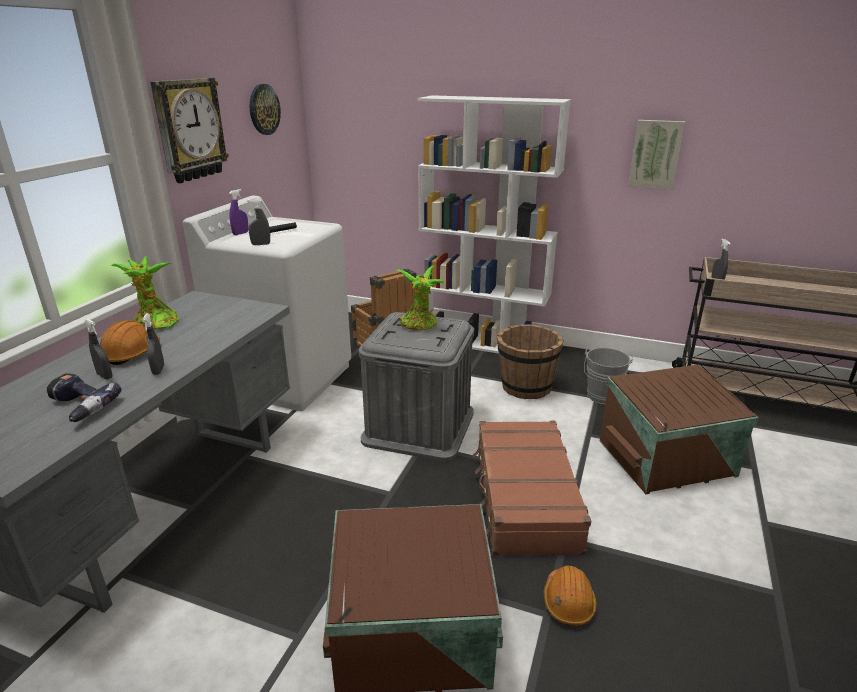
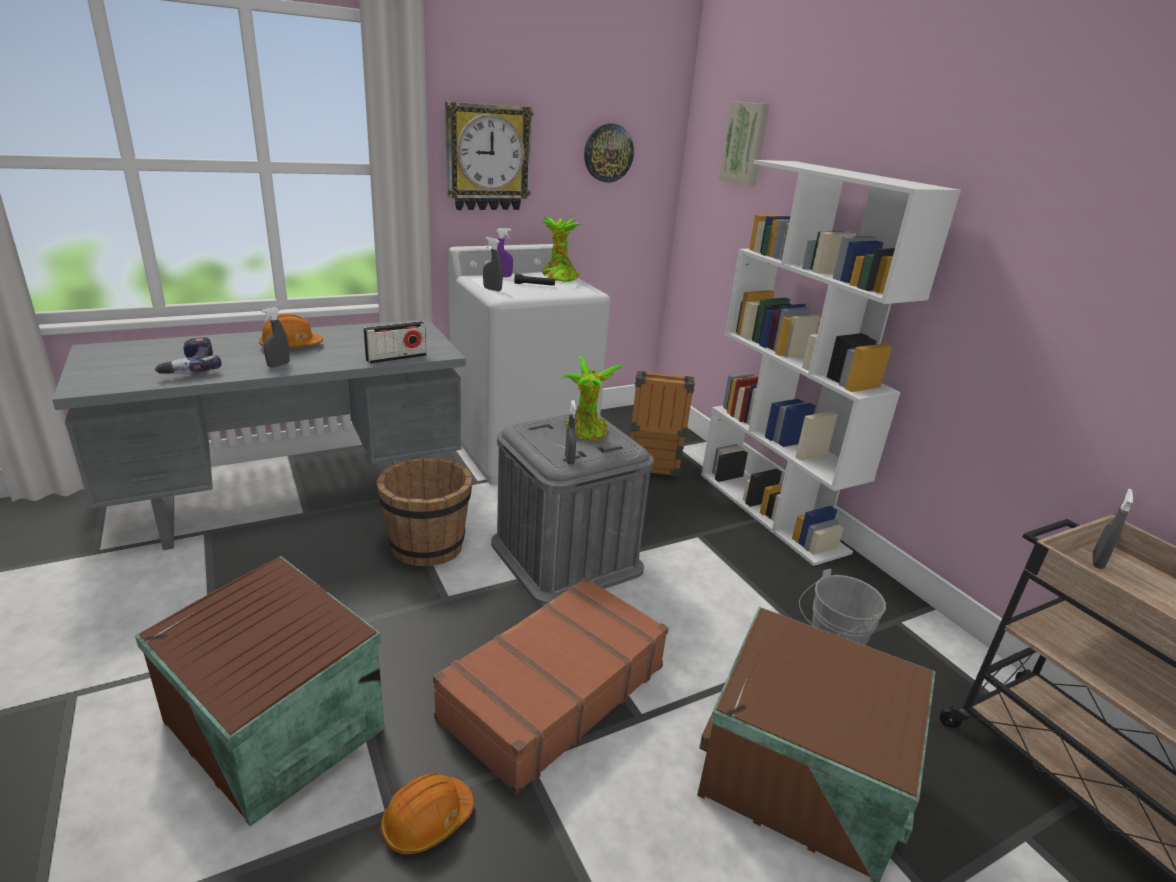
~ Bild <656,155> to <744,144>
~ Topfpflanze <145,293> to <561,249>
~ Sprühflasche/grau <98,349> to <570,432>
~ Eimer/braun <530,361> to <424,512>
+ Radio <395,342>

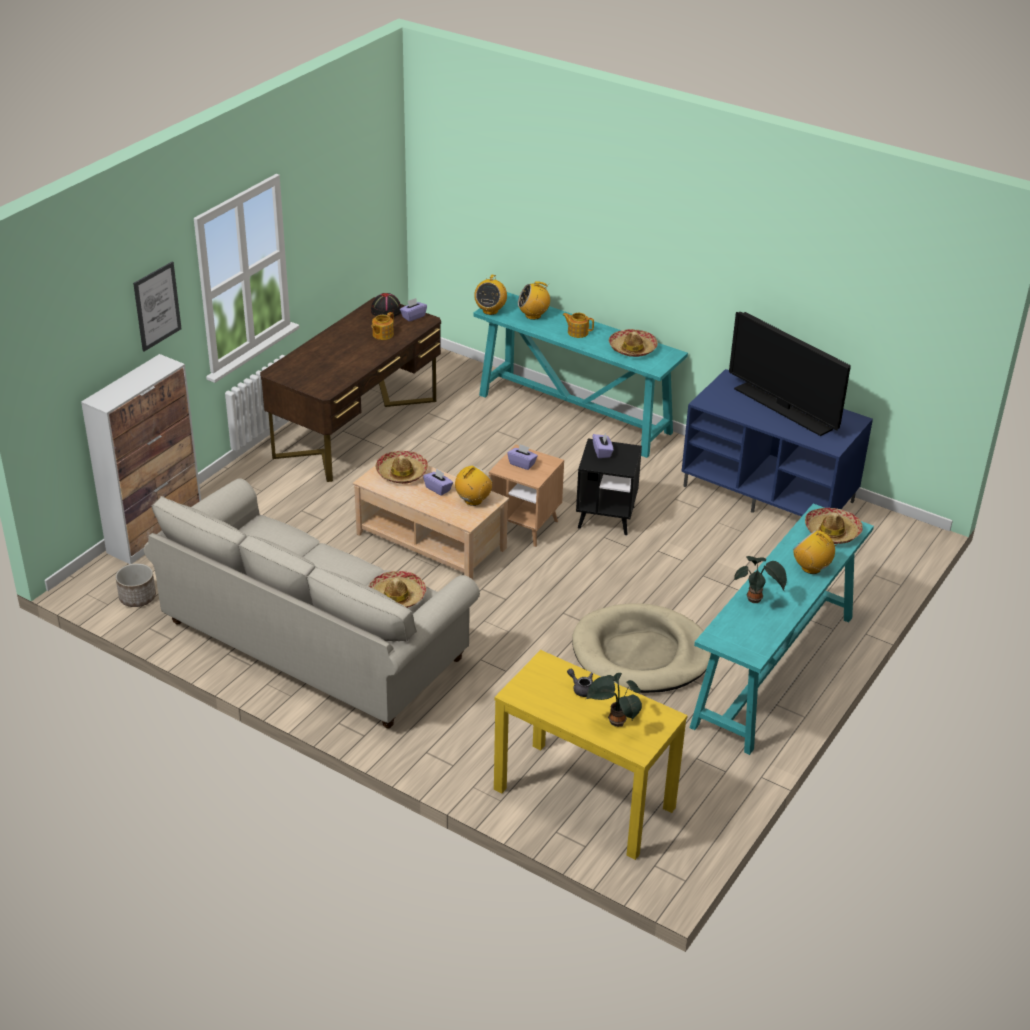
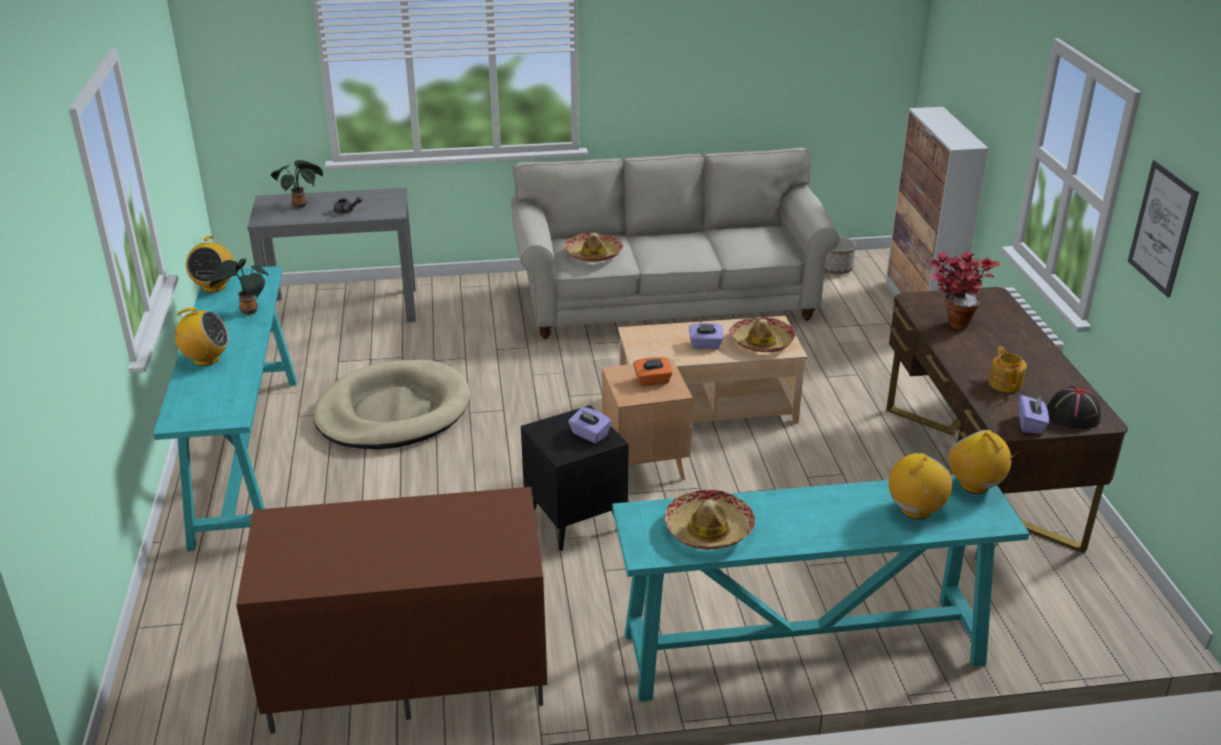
~ Bild <157,306> to <1163,228>
- Fernseher <790,374>
- Teekanne <578,325>
~ Fernsehschrank/blau <777,442> to Fernsehschrank/braun <391,610>
~ Taschentuchbox/lila <522,457> to Taschentuchbox/orange <653,371>
~ Radio <474,485> to <209,264>
- Hut <834,526>
~ Konsolentisch/gelb <591,755> to Konsolentisch/grau <331,260>
+ Topfpflanze <965,290>

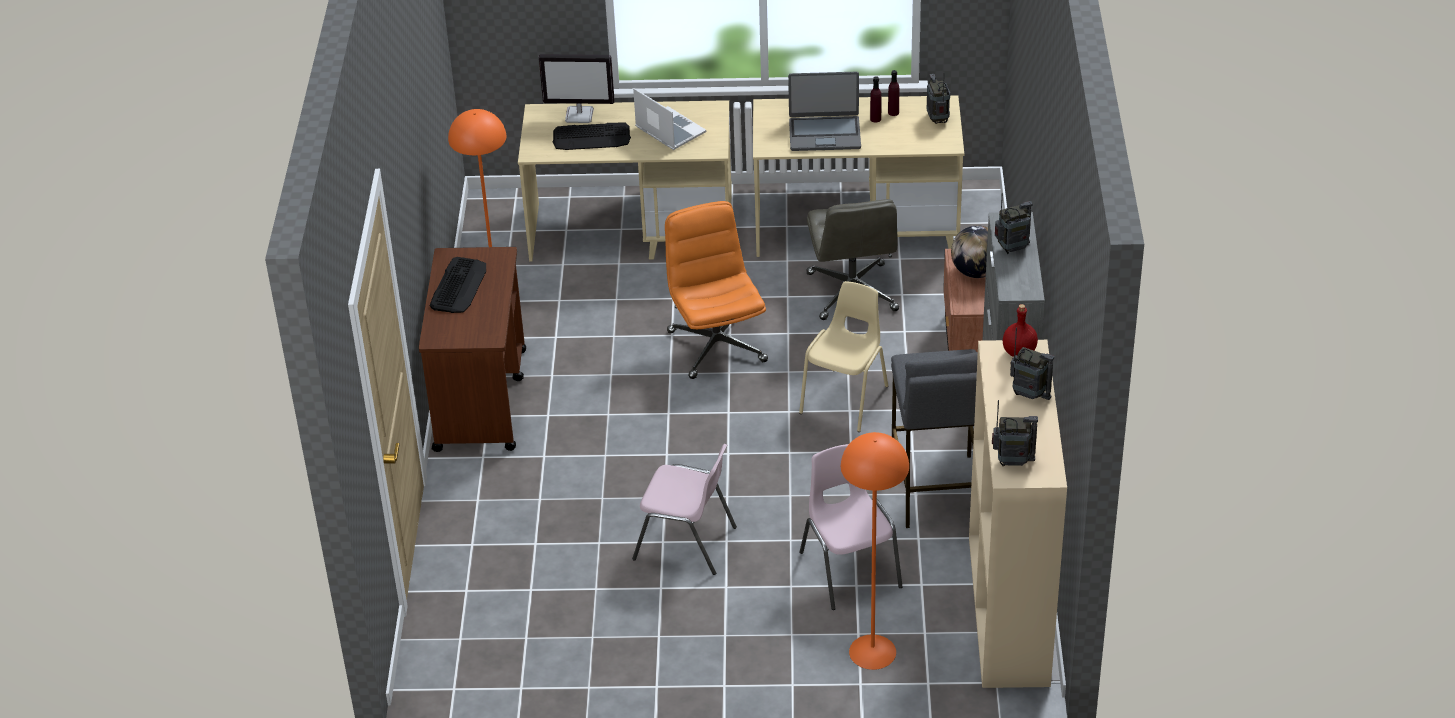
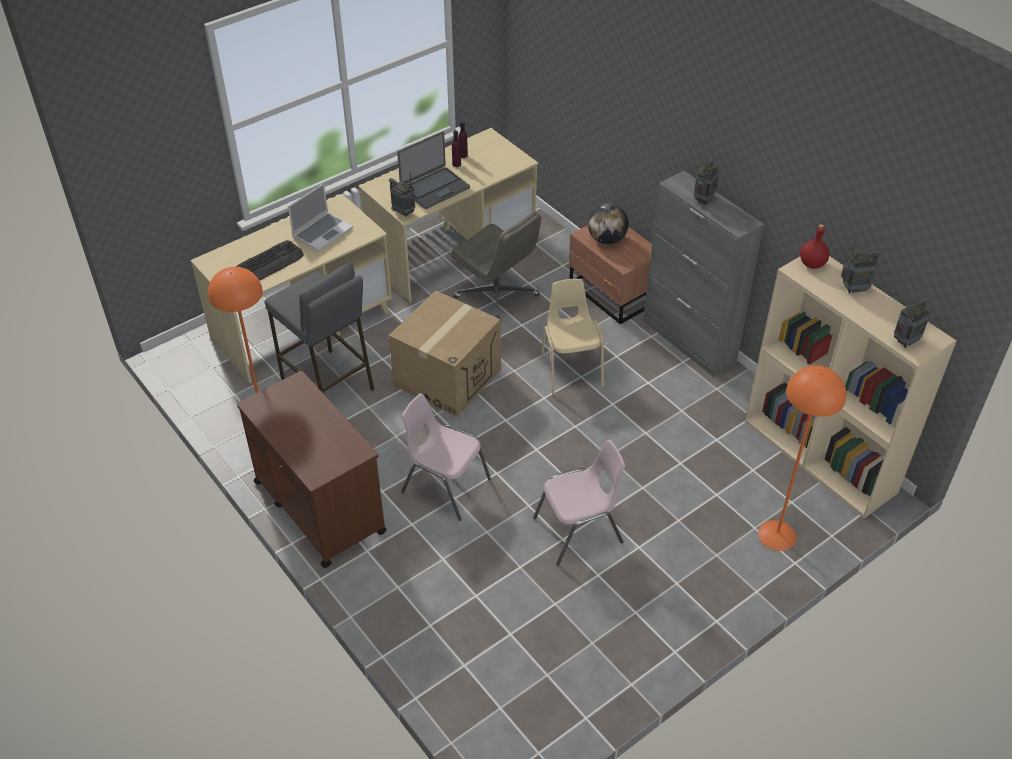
- Monitor <577,88>
~ Radio <938,98> to <402,194>
~ Laptop <669,119> = <320,217> 120 degrees clockwise
~ Bürostuhl/orange <716,290> to Karton <445,354>
- Tastatur <458,285>
~ Hocker/grau <934,438> to <319,328>
~ Stuhl/rosa <851,527> to <446,457>

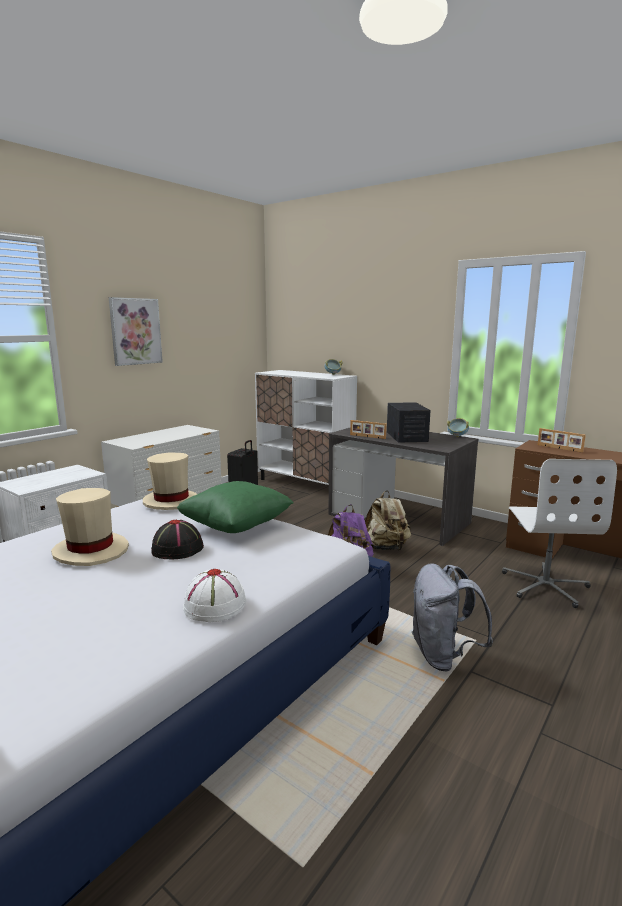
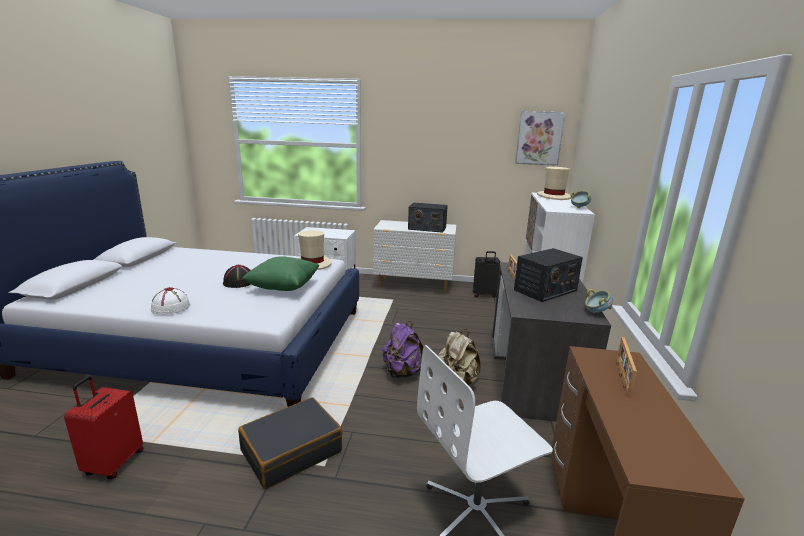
~ Bild <136,331> to <540,138>
~ Hut/beige <90,527> to <554,183>
~ Rucksack/grau <452,617> to Koffer/schwarz <290,443>
+ Radio <428,217>
+ Koffer/rot <103,427>

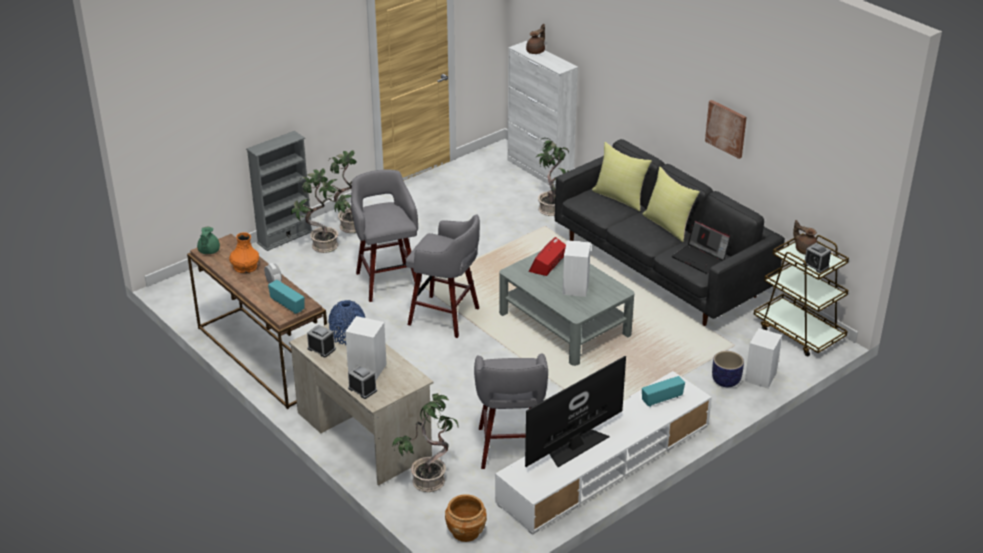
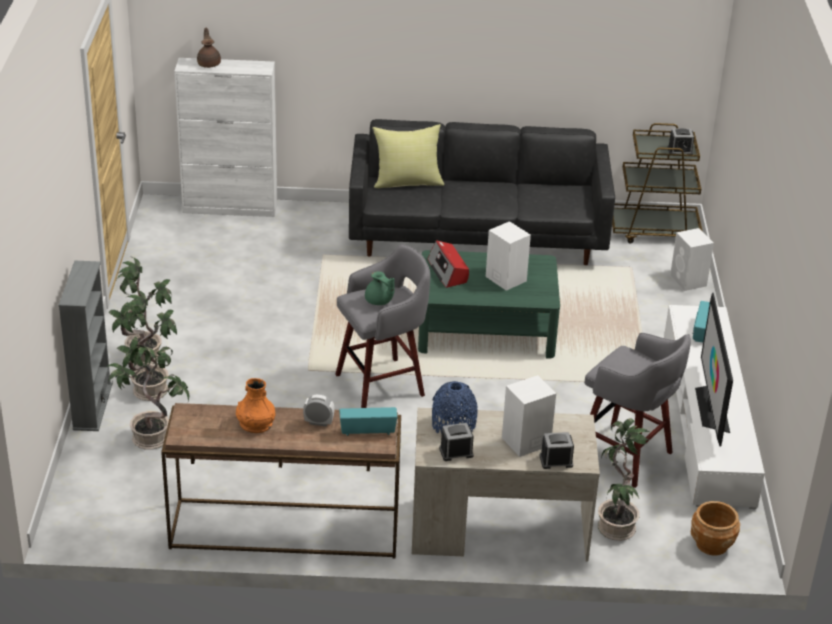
- Bild <726,129>
~ Topfpflanze <552,177> to <148,397>
- Kissen/gelb <671,204>
- Hocker/grau <385,235>
- Laptop <701,247>
- Teekanne/braun <805,237>
~ Teekanne/grün <208,240> to <380,288>
~ Couchtisch/grau <567,308> to Couchtisch/grün <489,304>
- Pflanzkübel <728,369>

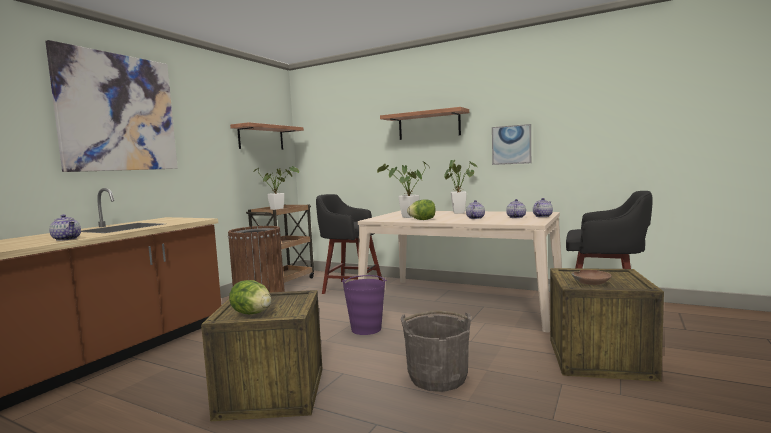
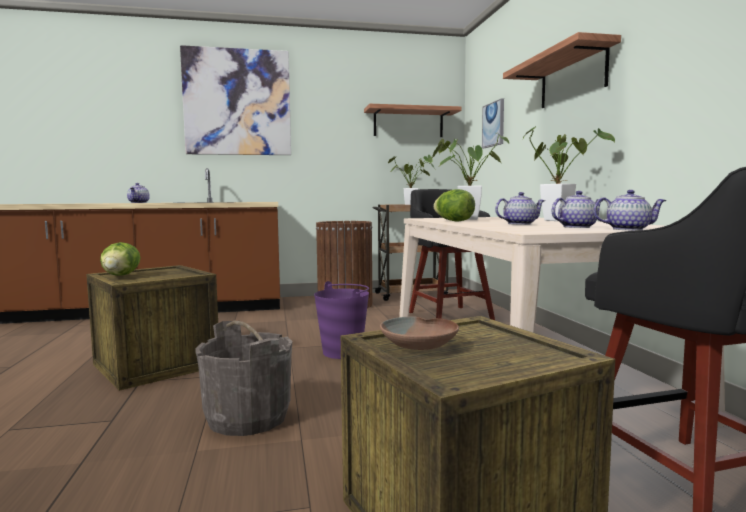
~ Bild <511,144> to <493,123>

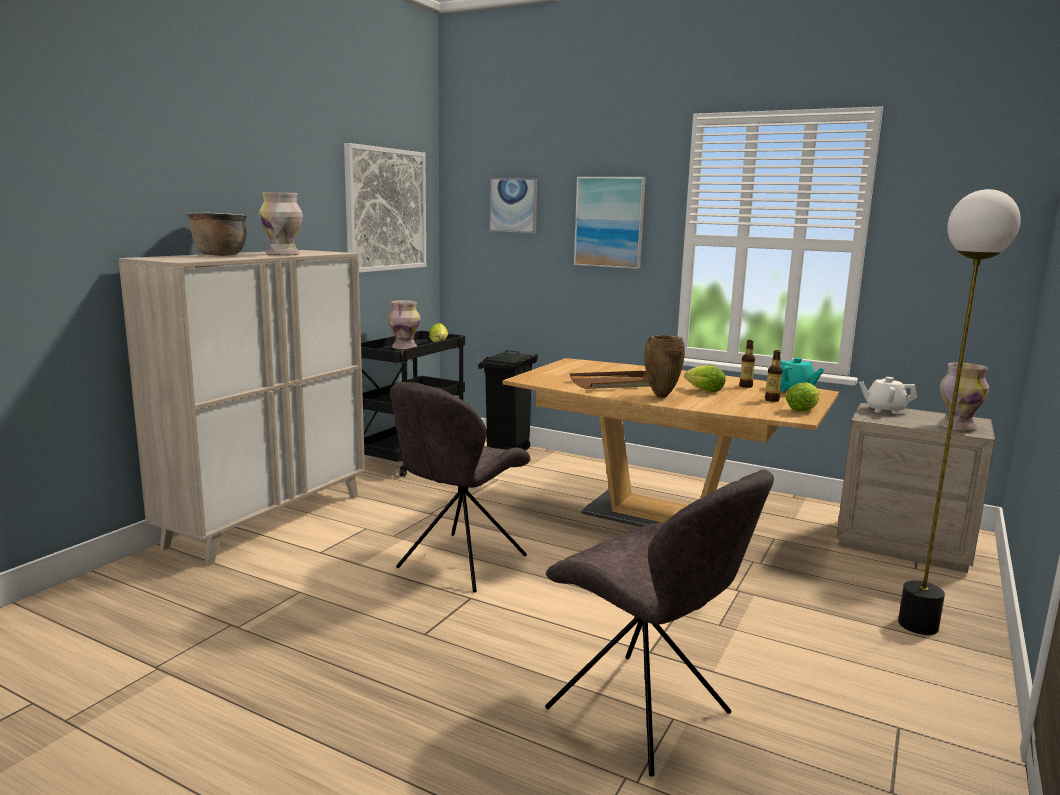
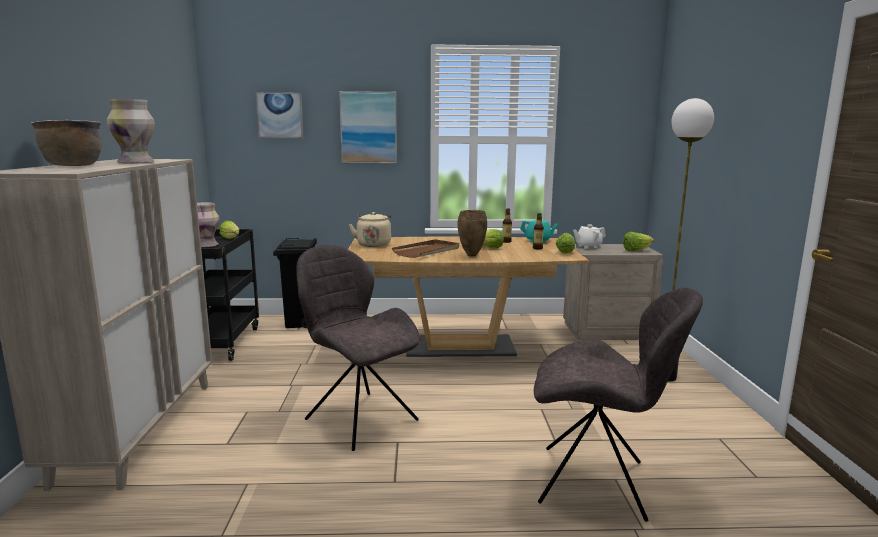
- Bild <385,208>
~ Vase <964,397> to Salatkopf <638,241>
~ Stuhl/grau <460,487> = <358,348> 135 degrees clockwise
+ Wasserkessel/beige <370,229>

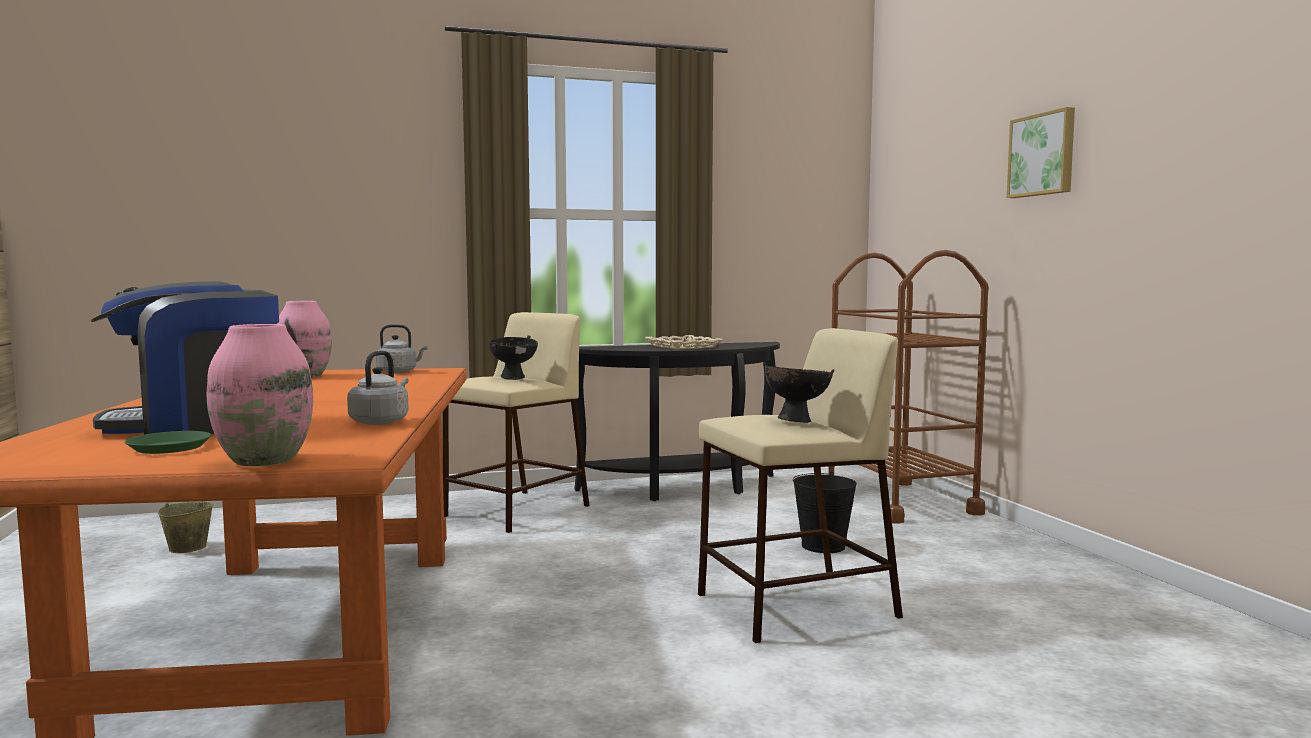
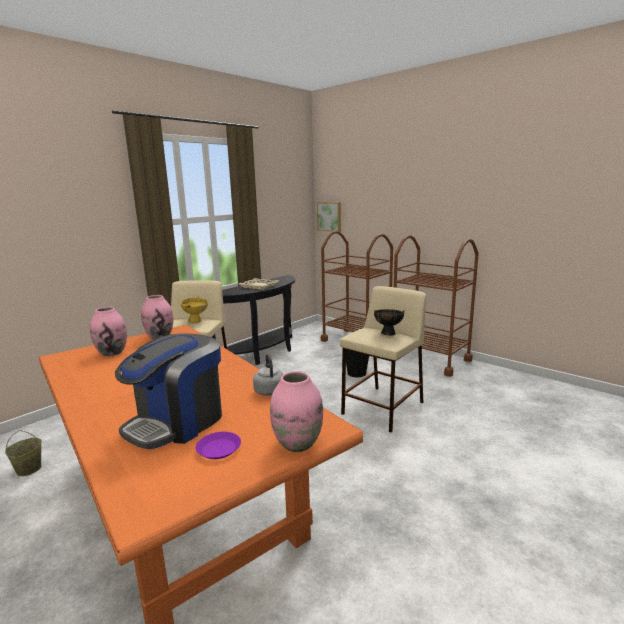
~ Bild <1041,152> to <329,217>
~ Wasserkessel/grau <401,348> to Vase/rosa <157,317>
~ Schüssel/schwarz <513,357> to Schüssel/gelb <194,309>
~ Teller/grün <168,442> to Teller/lila <218,445>
+ Rollwagen/braun <436,306>

